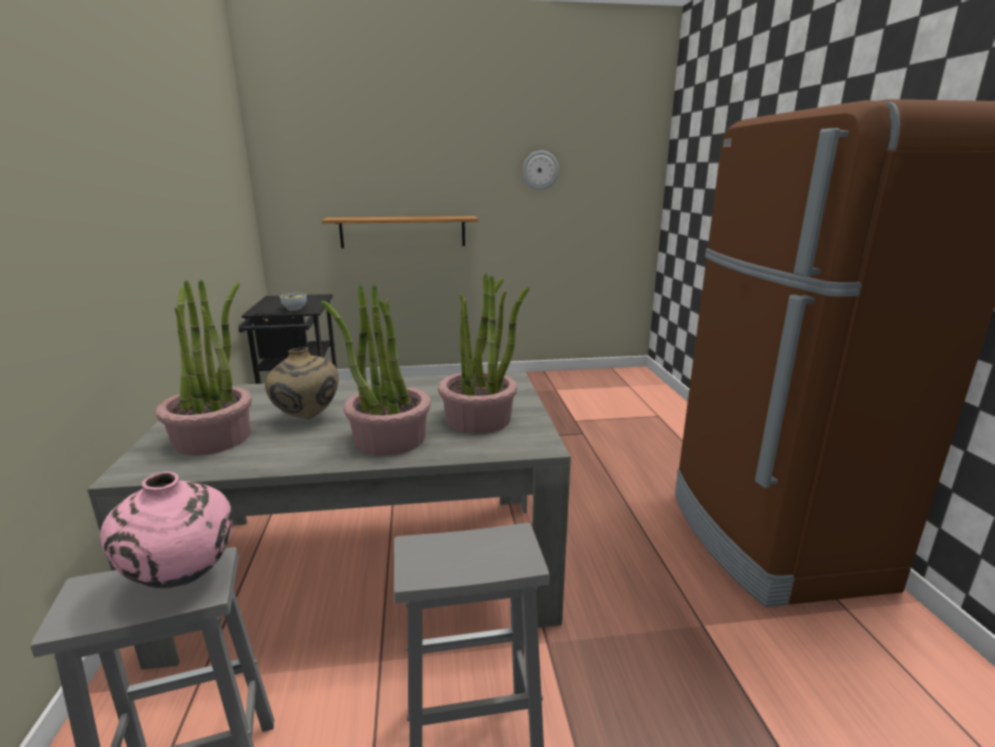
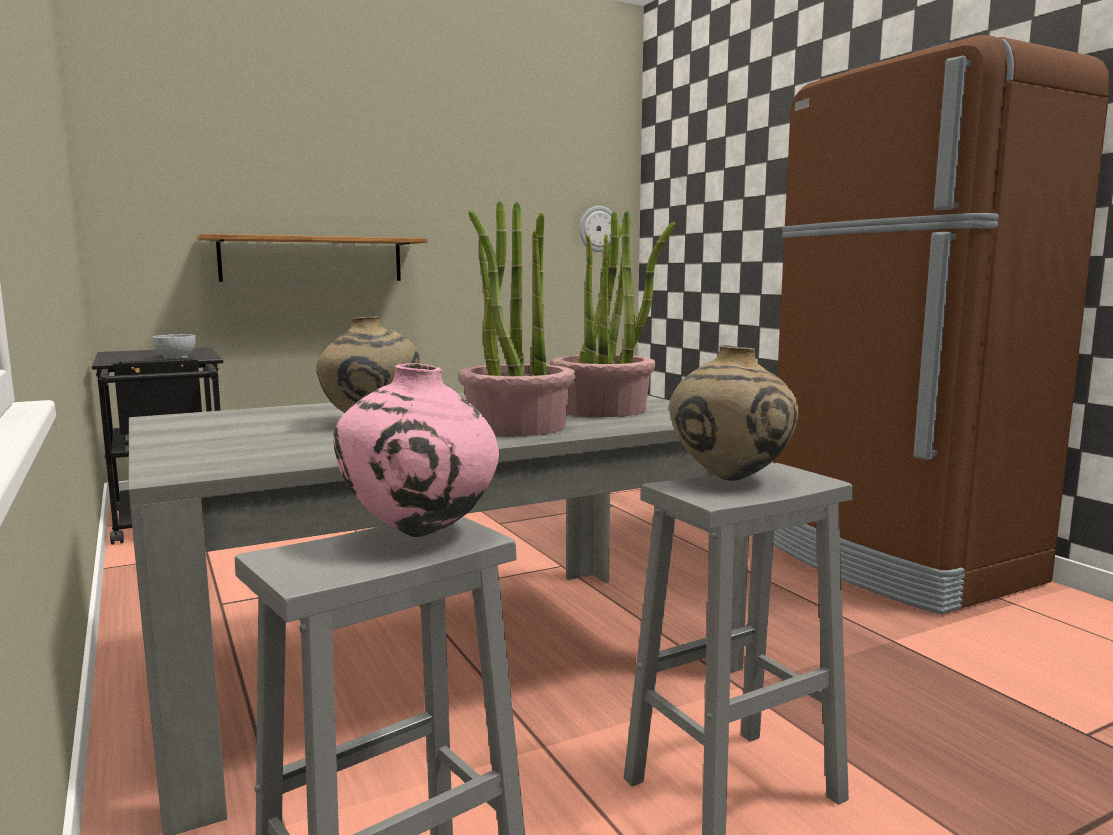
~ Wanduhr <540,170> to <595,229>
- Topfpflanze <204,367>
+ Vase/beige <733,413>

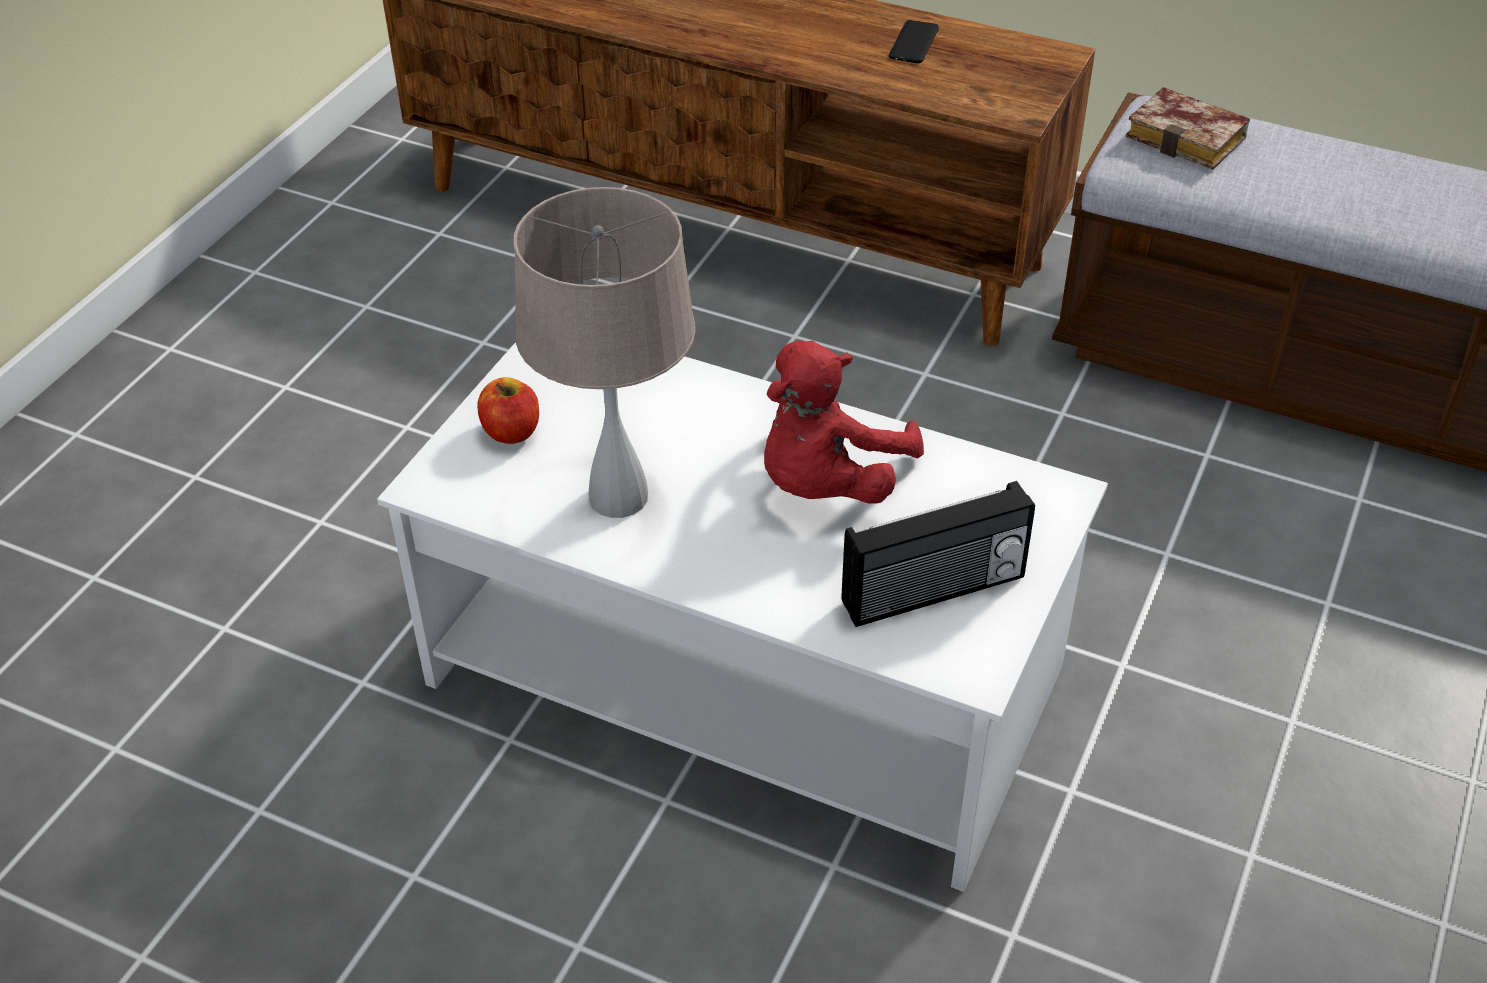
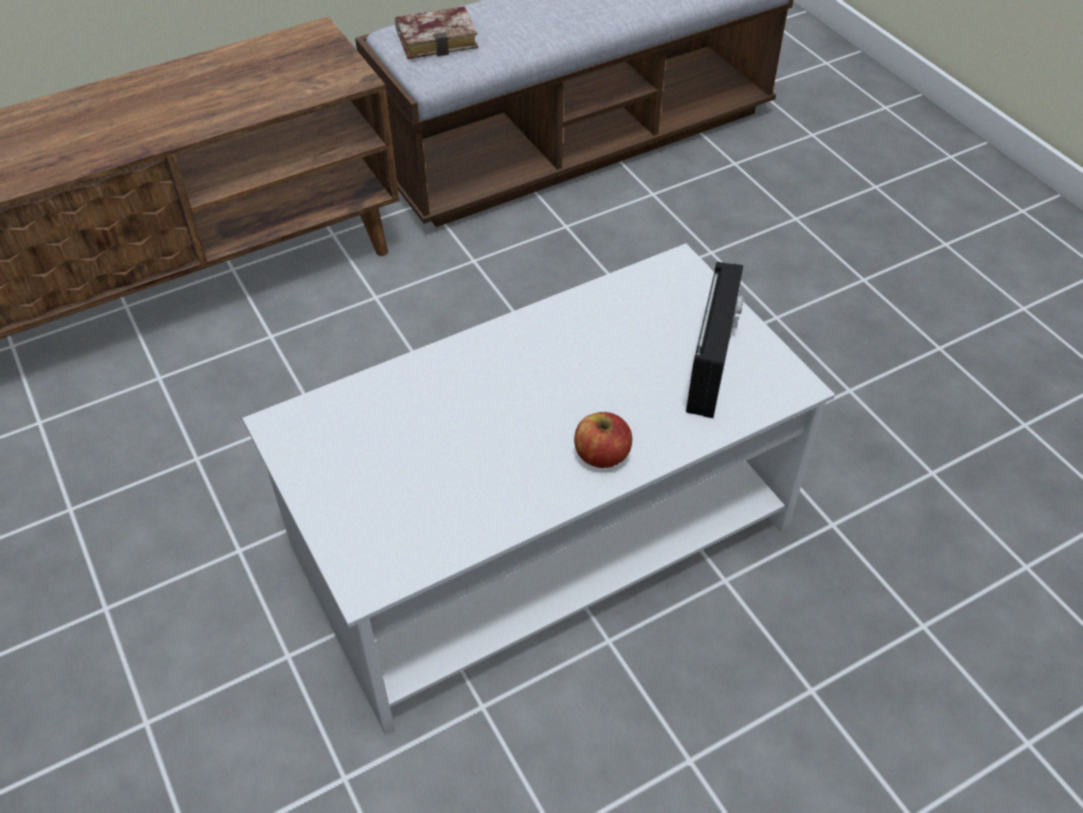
- Handy <914,41>
- Tischlampe/beige <605,352>
- Plüschtier/rot <844,422>
~ Apfel <508,410> to <603,440>

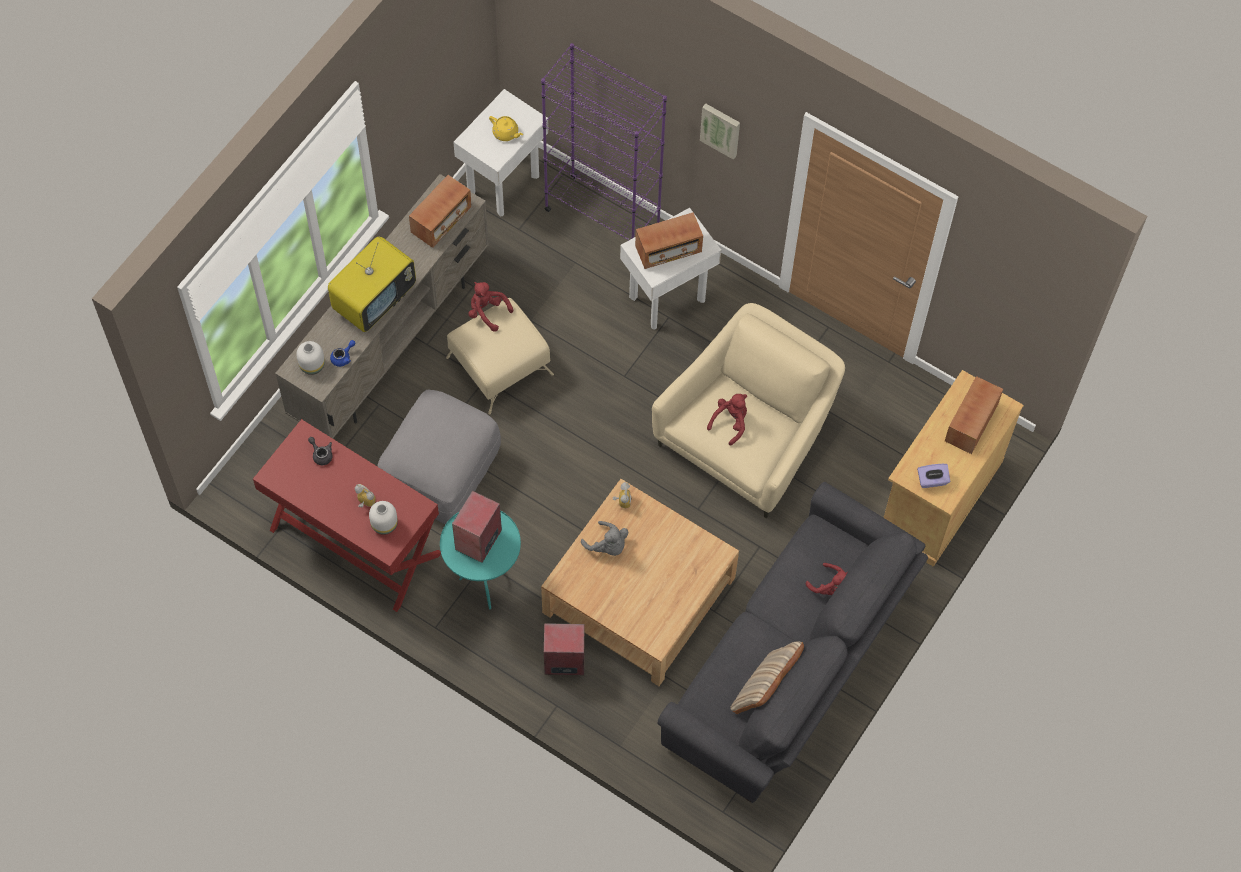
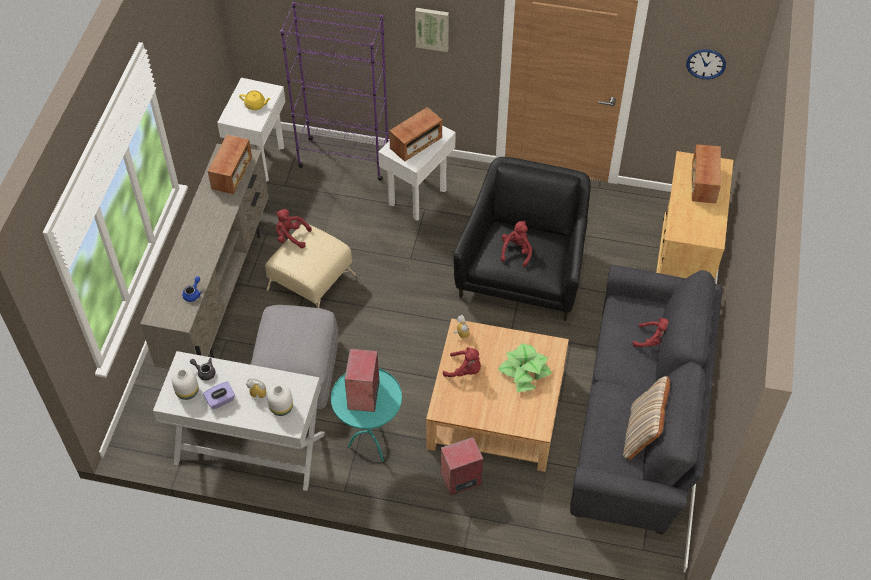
- Fernseher <372,284>
~ Sessel/beige <748,410> to Sessel/schwarz <522,239>
~ Vase/weiß <310,358> to <185,384>
~ Konsolentisch/rot <347,515> to Konsolentisch/weiß <239,421>
~ Taschentuchbox/lila <933,476> to <219,395>
~ Plüschtier/grau <604,538> to Plüschtier/rot <462,362>
+ Wanduhr <706,64>
+ Topfpflanze <525,367>

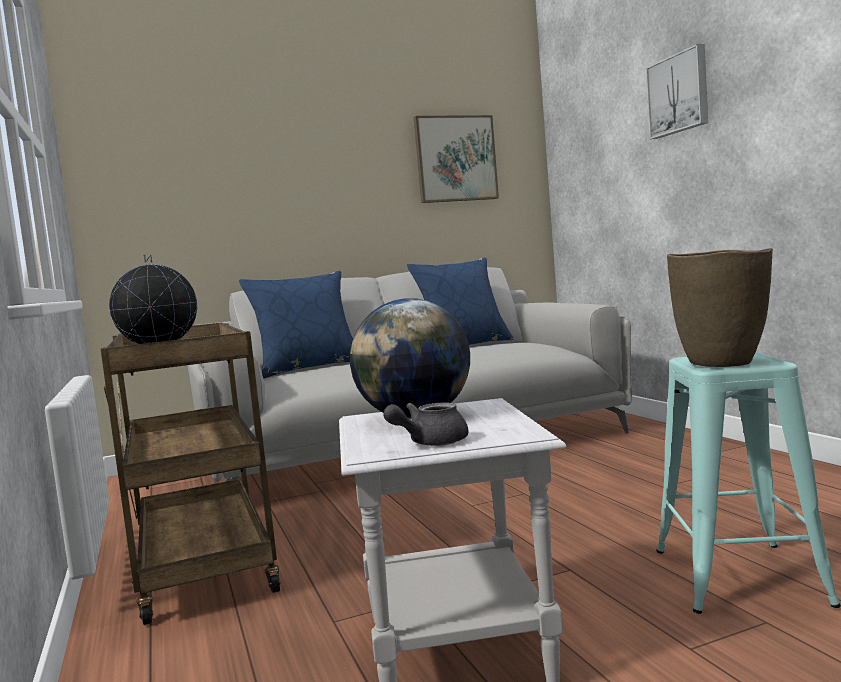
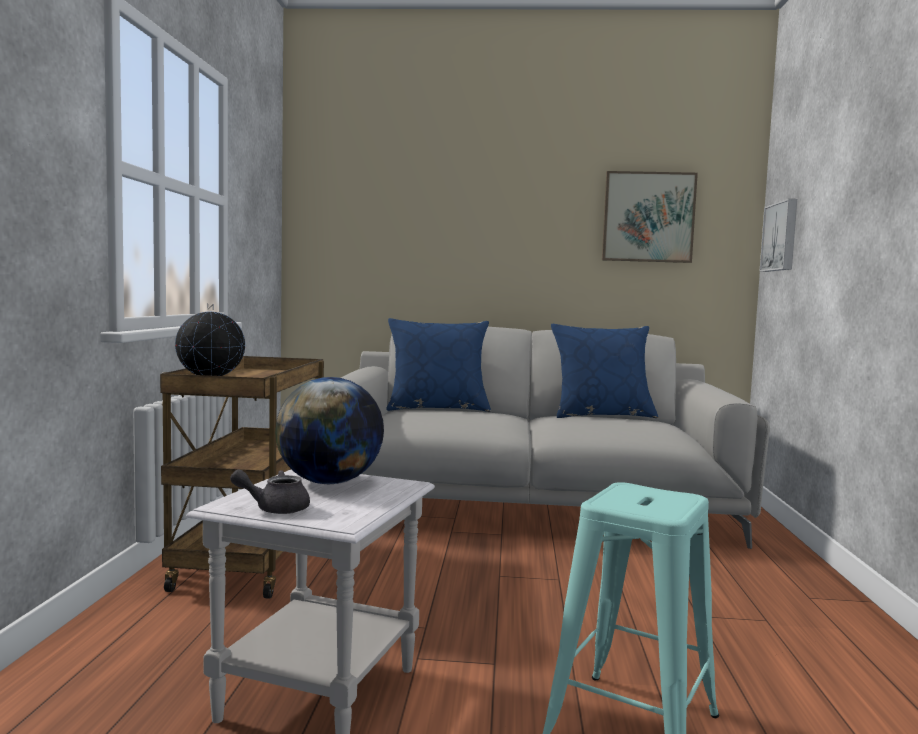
~ Bild <677,91> to <778,235>
- Vase/braun <720,307>

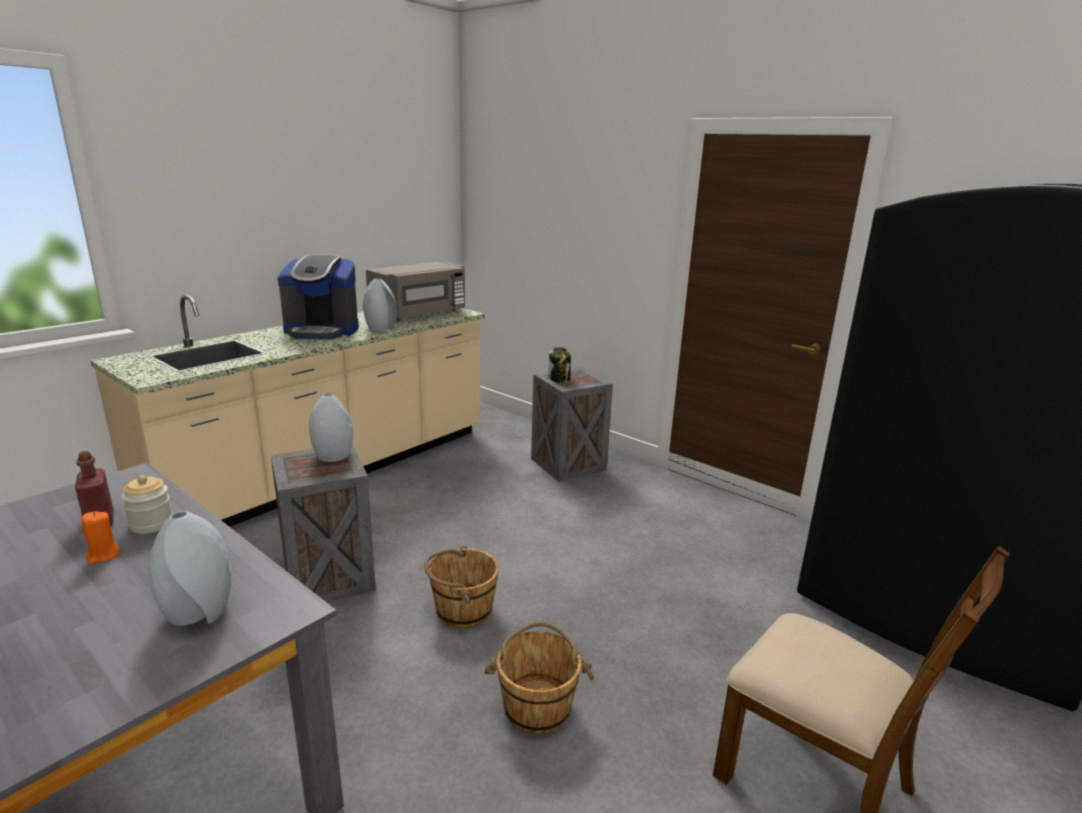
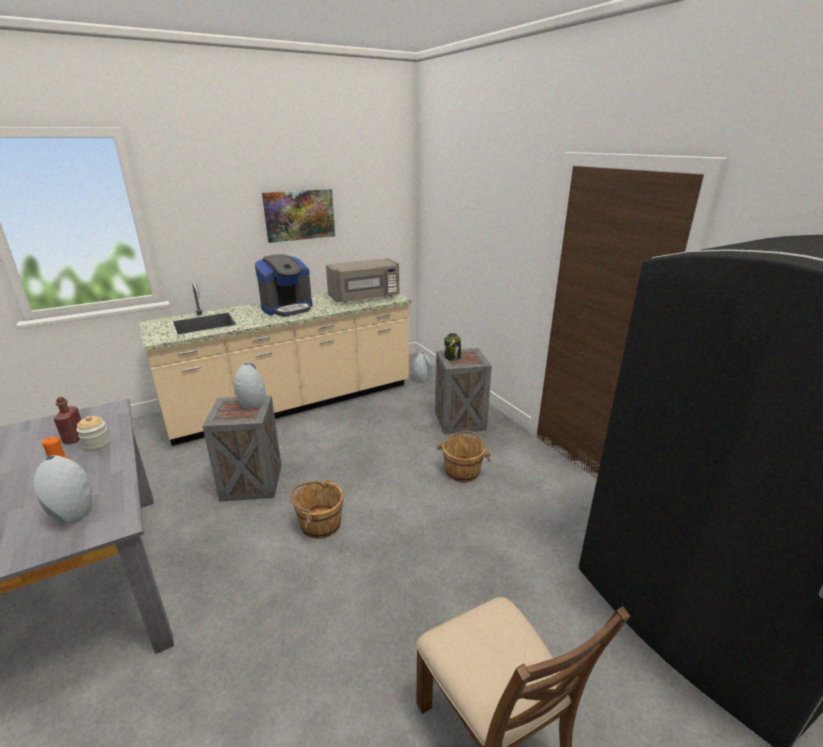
~ Kaffeemaschine <318,297> = <284,286> 60 degrees counterclockwise
~ Vase/grau <380,304> to <423,367>
~ Eimer/braun <539,678> to <464,456>
+ Bild <298,216>

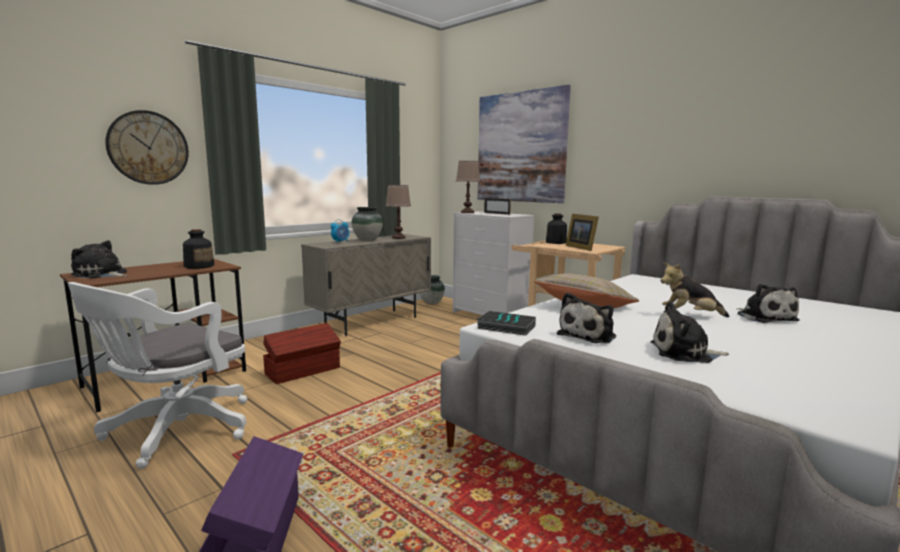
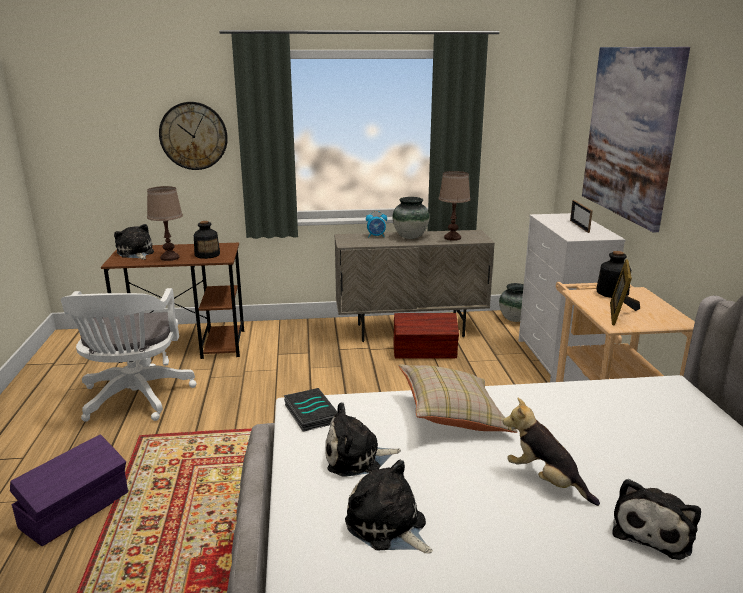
~ Tischlampe/braun <468,187> to <165,223>
~ Bürostuhl/weiß <157,375> = <129,355> 75 degrees counterclockwise
~ Aufbewahrungsbox/braun <302,353> to <426,336>

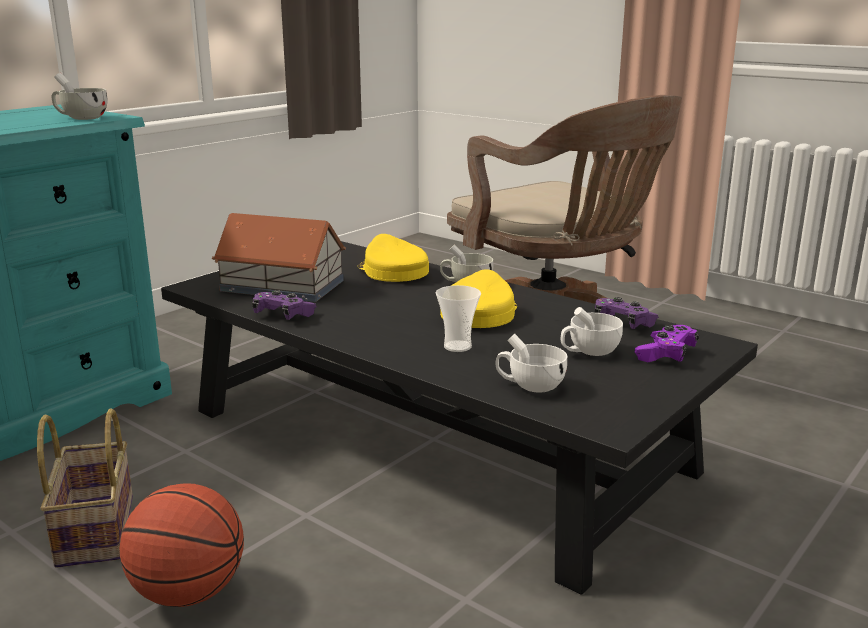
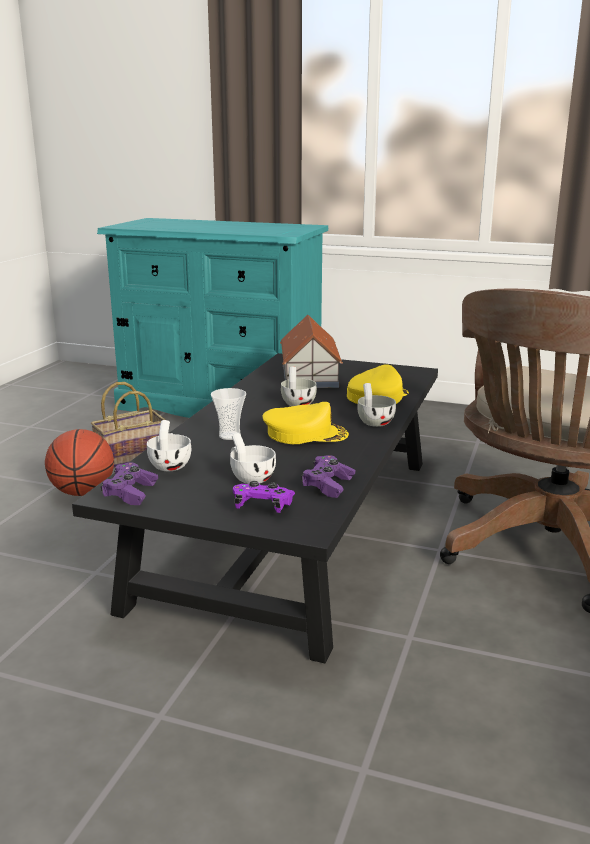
~ Tasse/weiß <80,96> to <299,386>
~ Gamepad/lila <284,305> to <129,484>

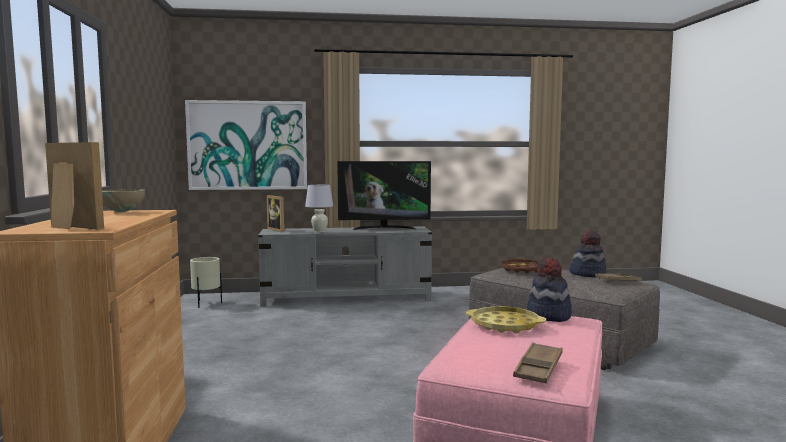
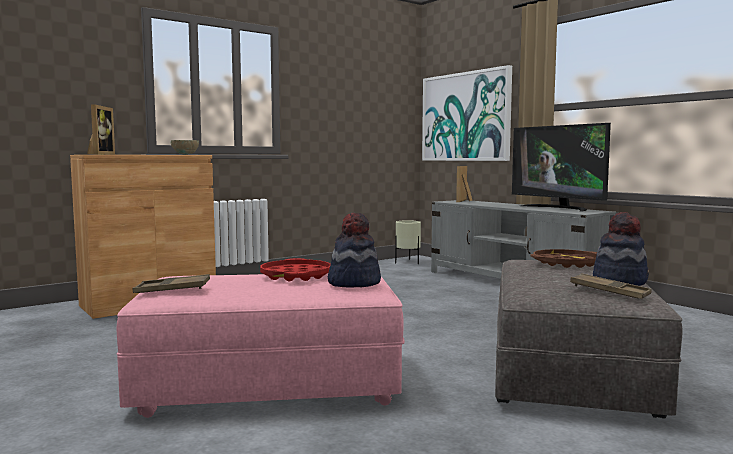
- Tischlampe/weiß <319,208>
~ Tablett/gelb <506,319> to Tablett/rot <295,269>

